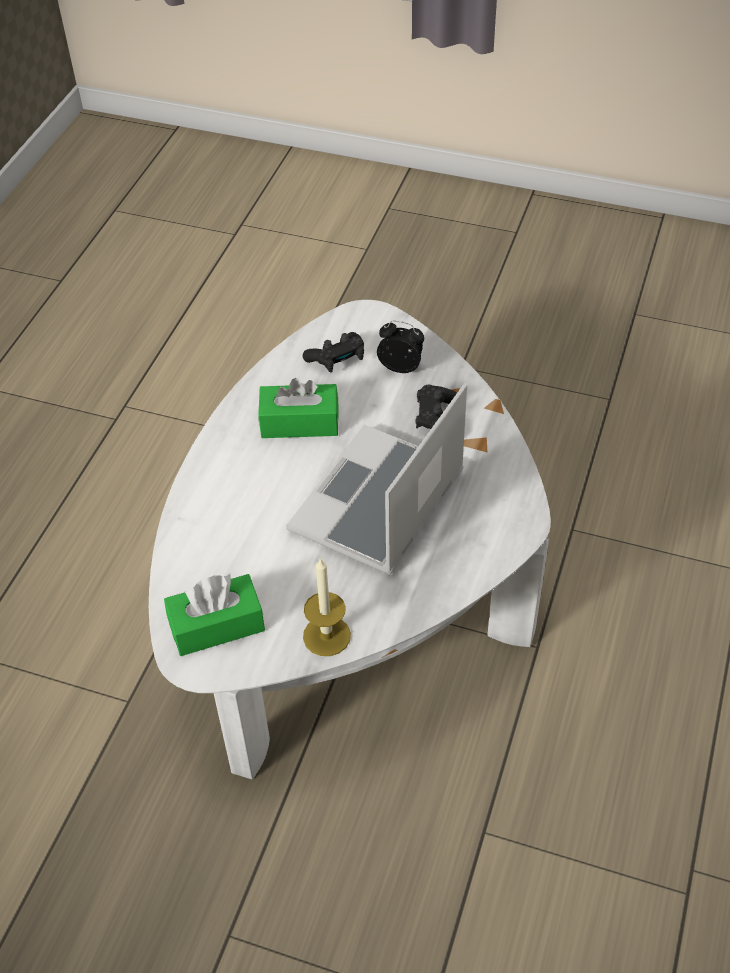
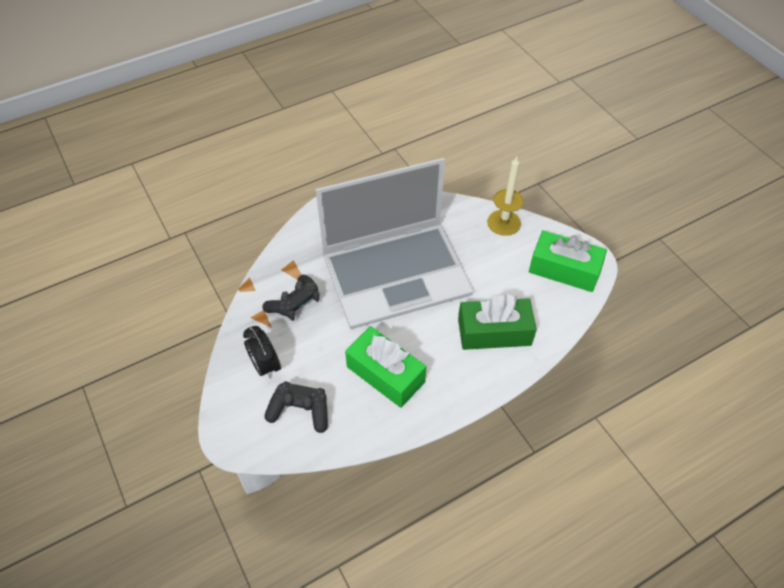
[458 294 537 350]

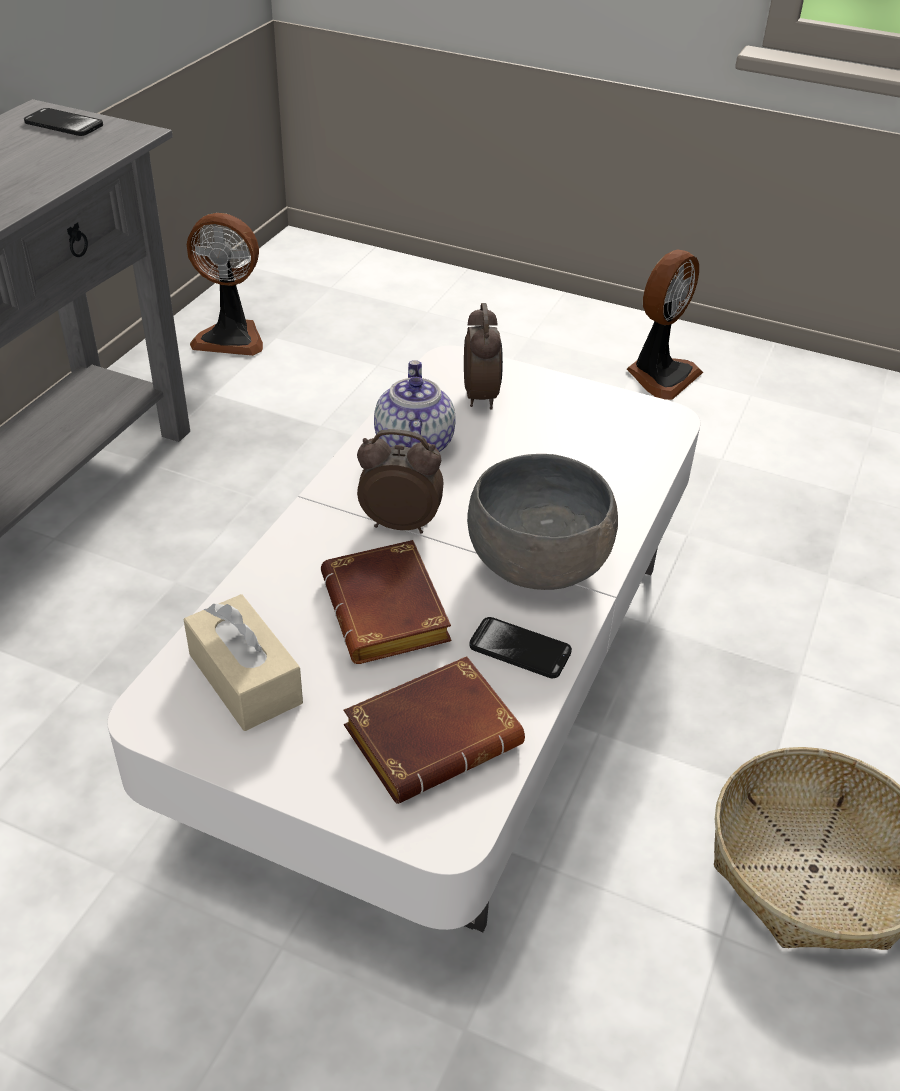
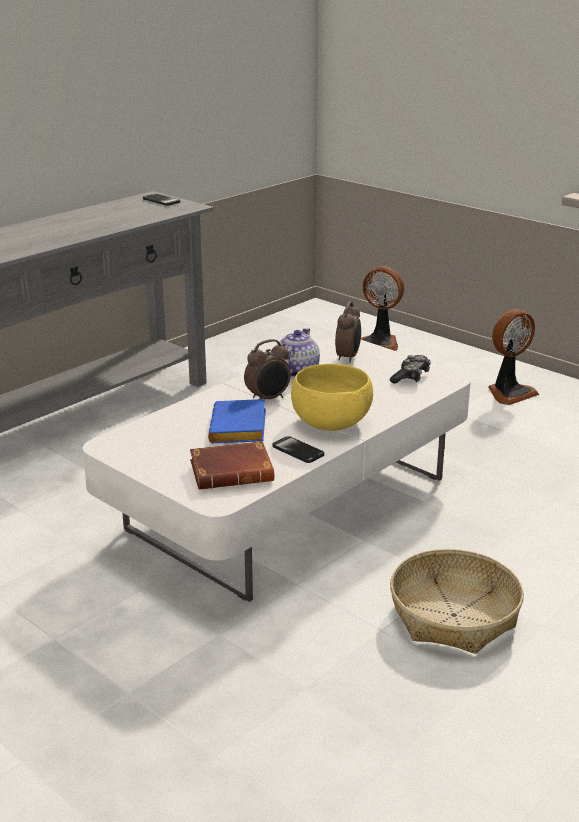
[208 399 266 443]
[244 339 291 399]
[291 364 373 431]
[361 266 404 351]
[390 355 431 384]
[183 594 303 731] (first image)

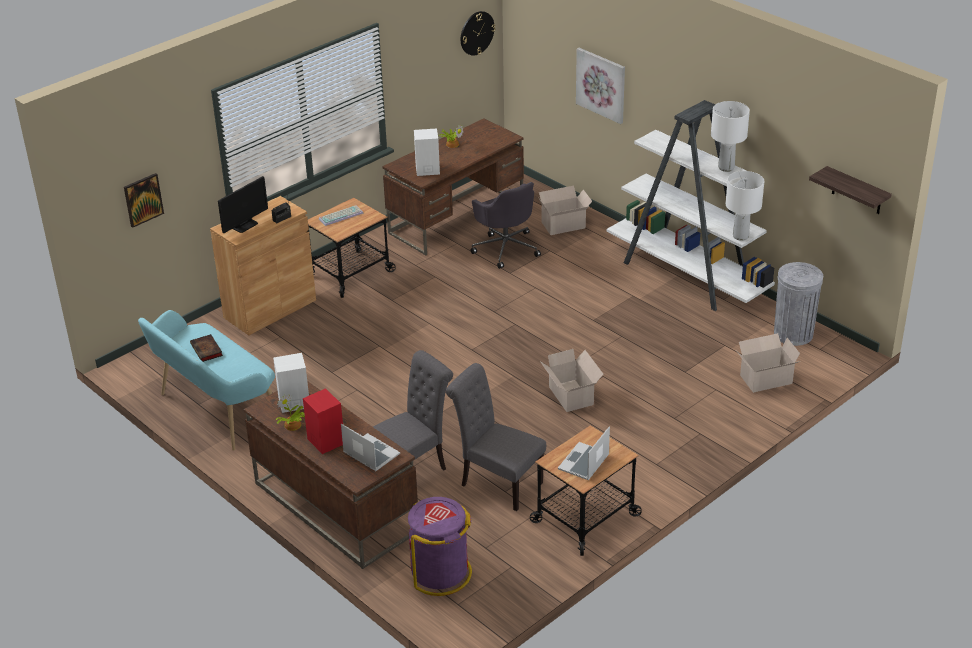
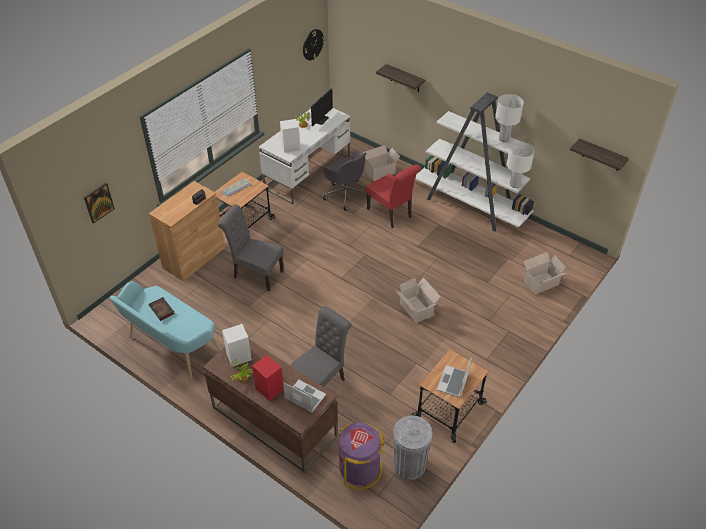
[218 204 284 291]
[259 108 350 204]
[311 88 333 126]
[365 164 421 228]
[376 64 425 92]
[393 416 432 480]

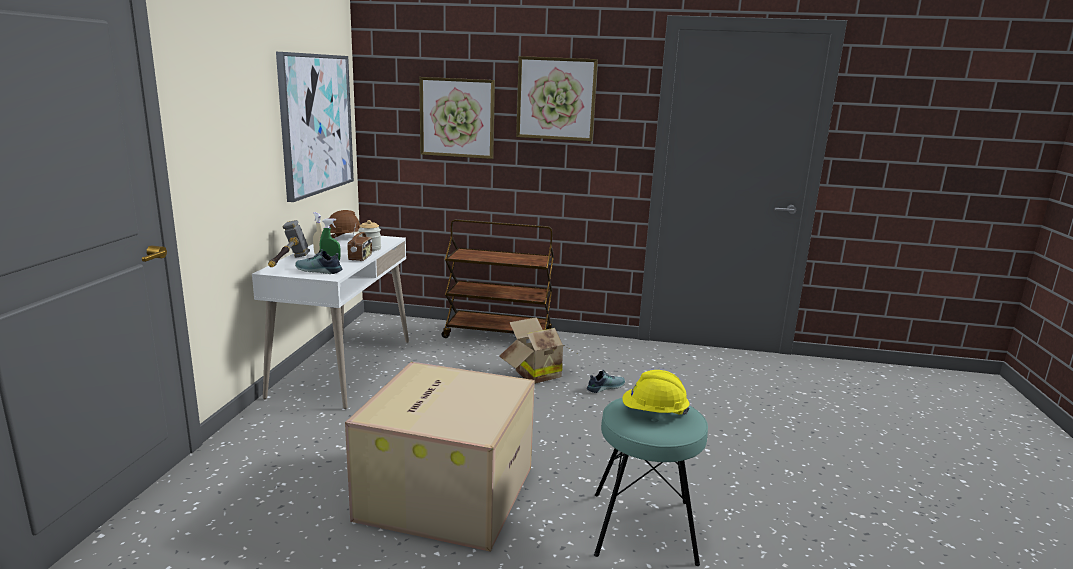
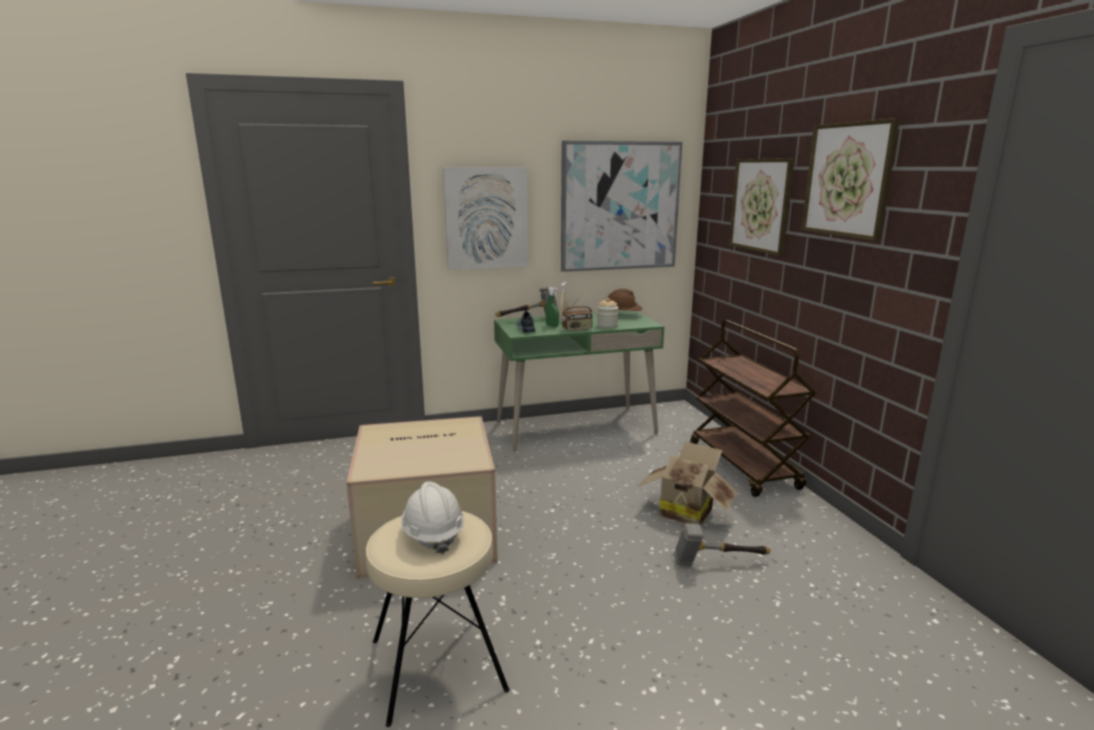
[366 511 510 727]
[402 481 464 554]
[443 167 528 270]
[494 311 664 452]
[674 523 771 566]

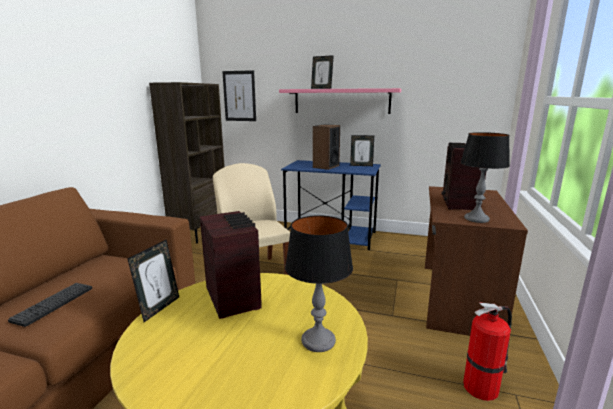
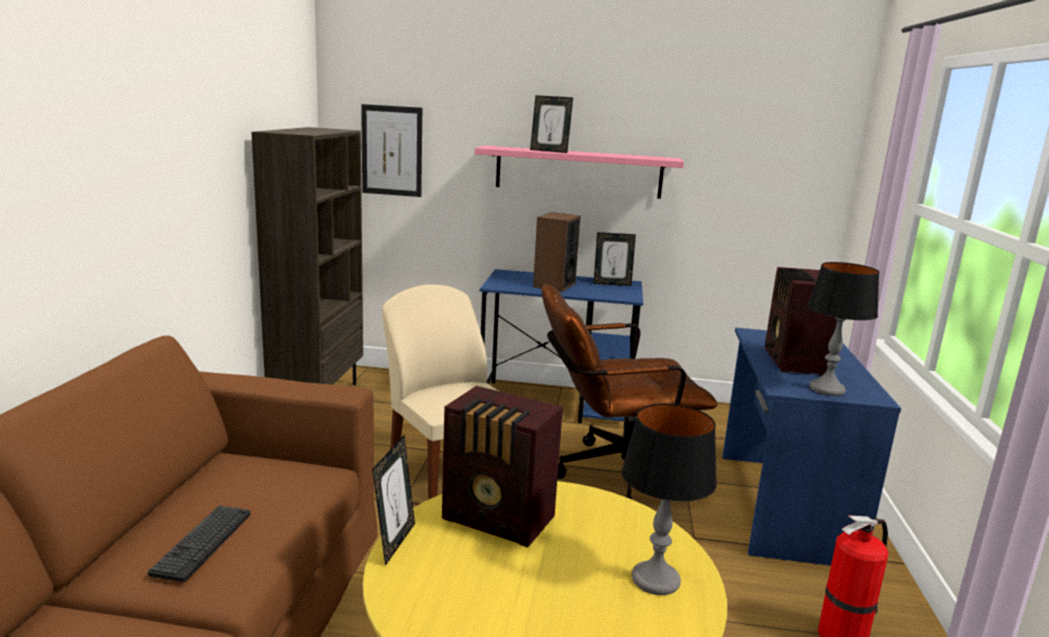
[442 386 563 547]
[541 284 717 499]
[722 328 901 566]

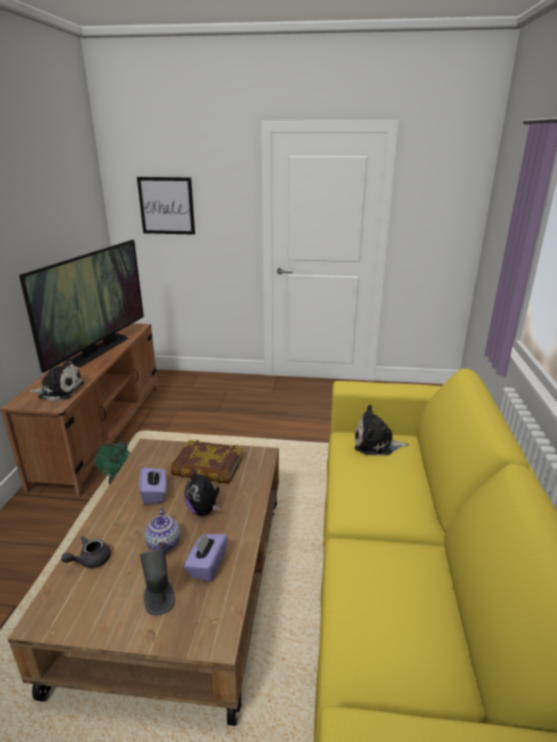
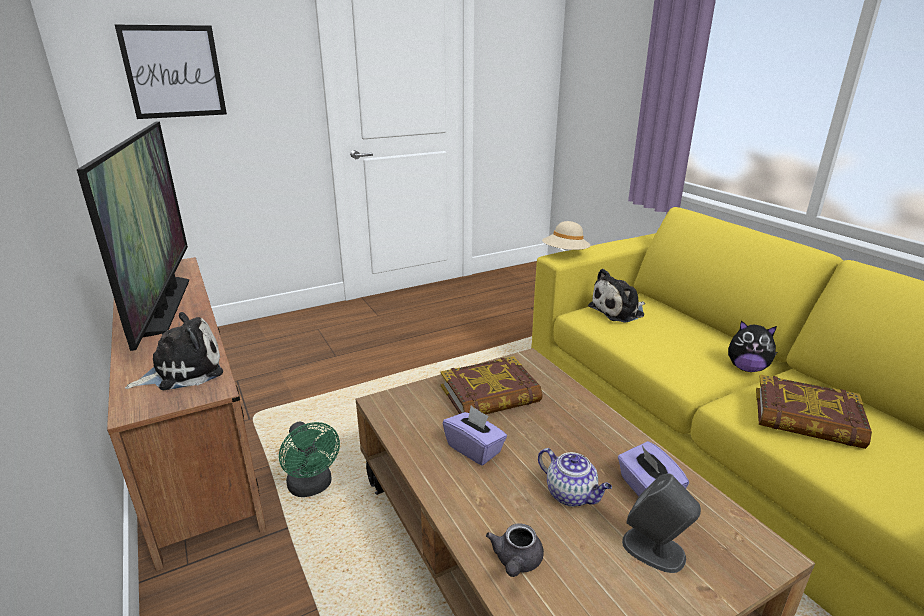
[542 221 591 250]
[728 320 777 372]
[756 374 872 449]

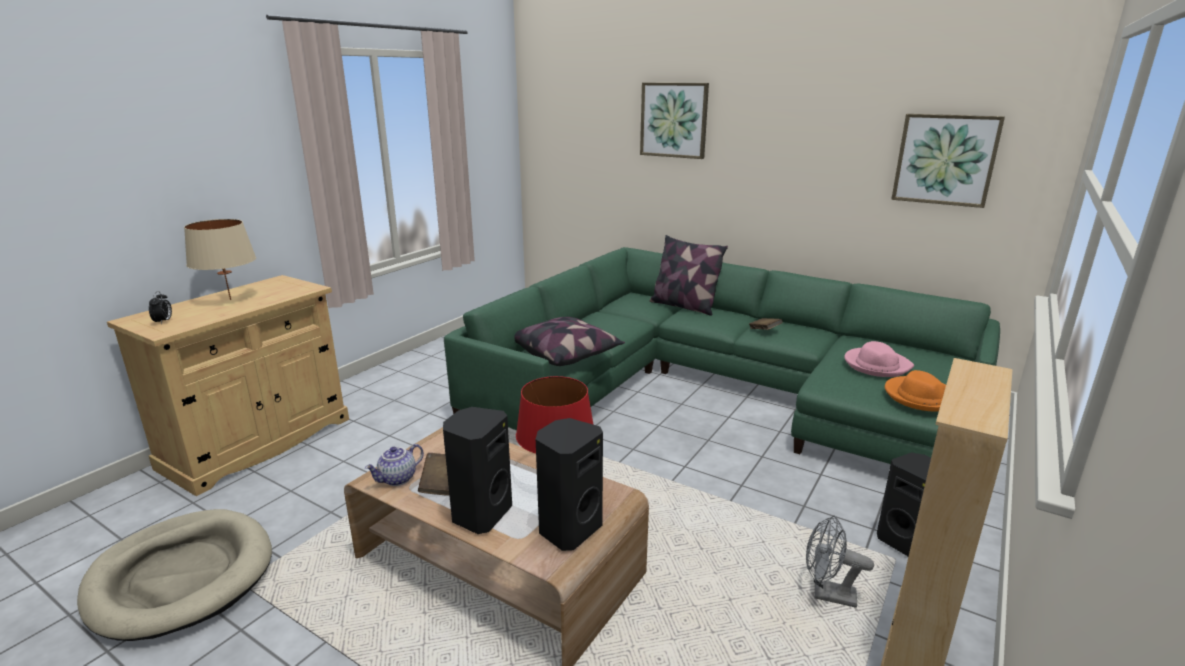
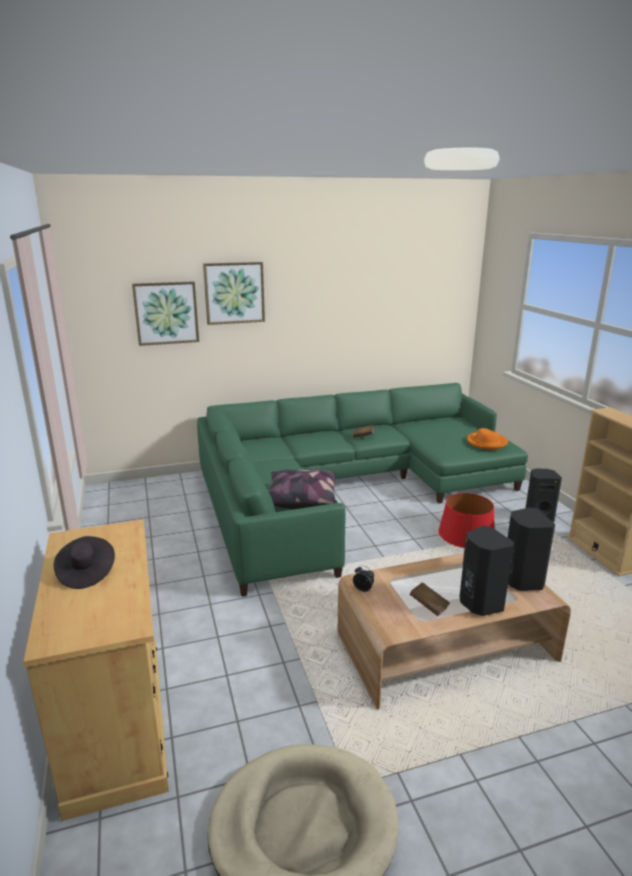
[54 536 115 589]
[132 281 199 346]
[353 565 374 592]
[365 444 424 486] (first image)
[650 235 728 316] (first image)
[806 515 874 608] (first image)
[844 341 914 377] (first image)

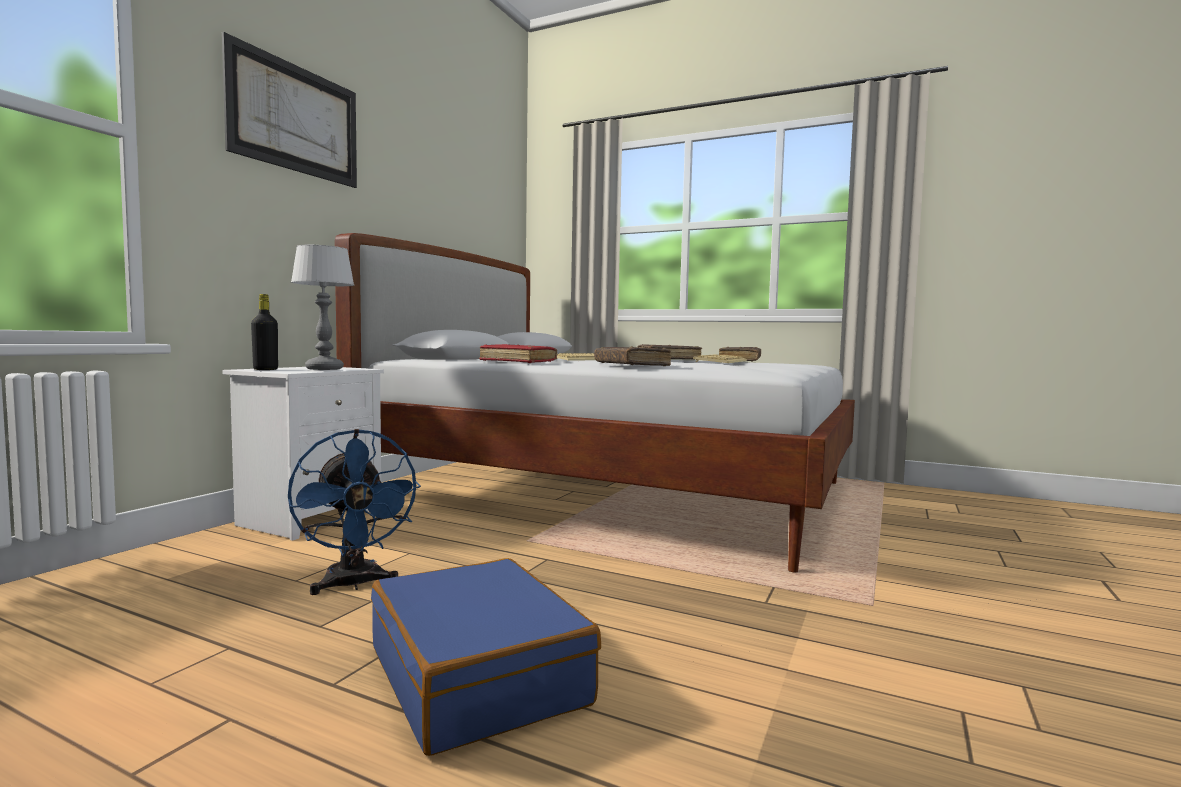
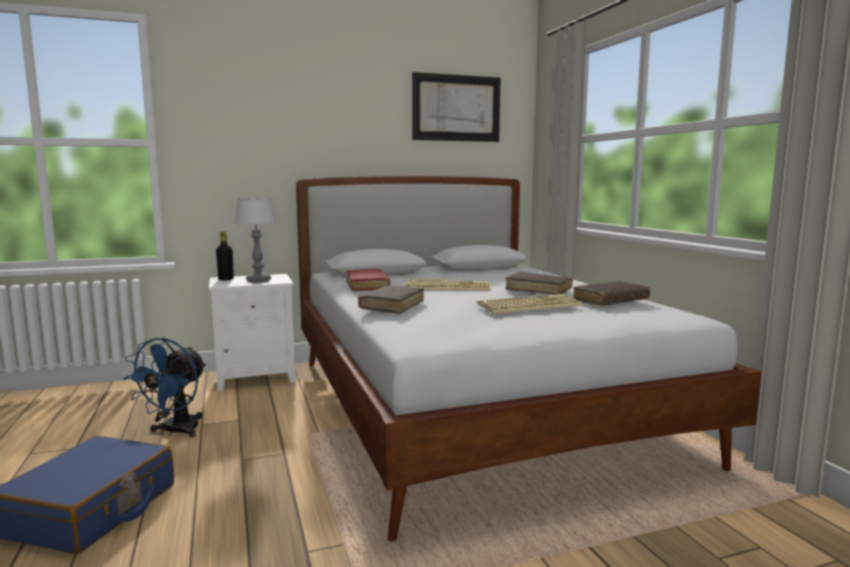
[412 72 501 142]

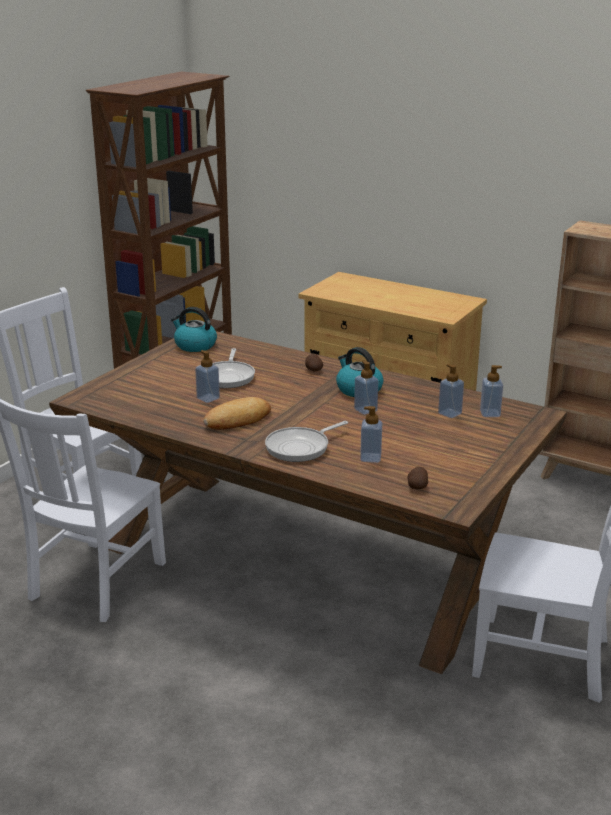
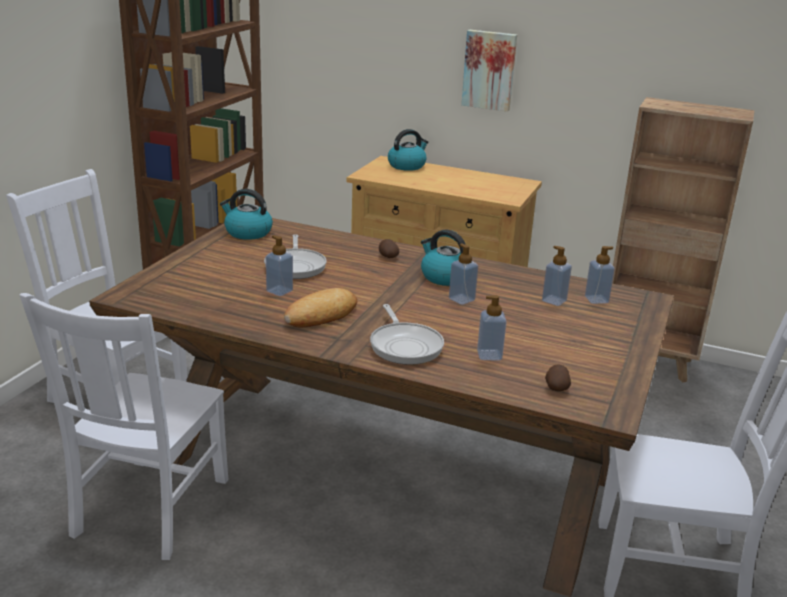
[370 304 444 365]
[388 129 428 171]
[461 30 517 112]

